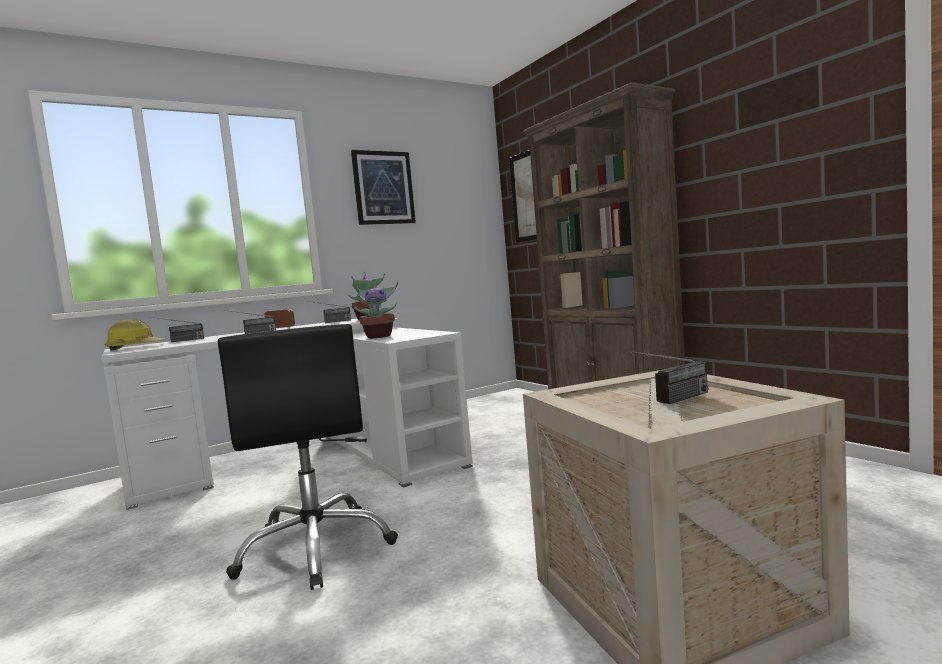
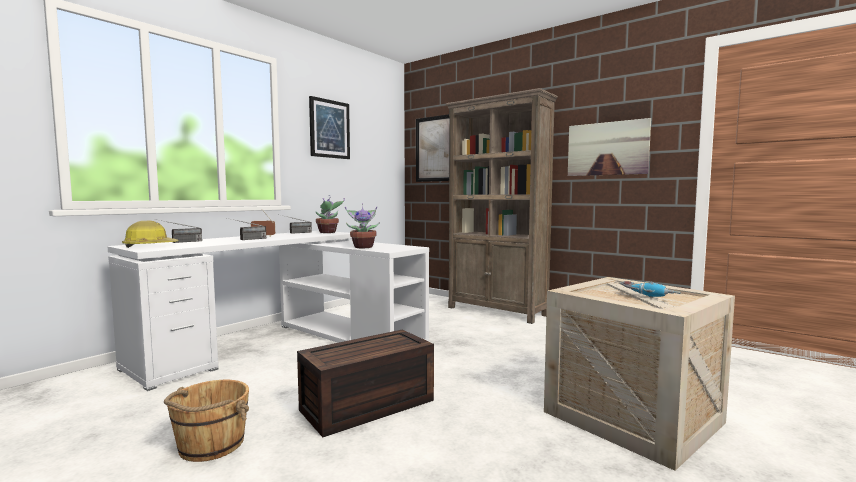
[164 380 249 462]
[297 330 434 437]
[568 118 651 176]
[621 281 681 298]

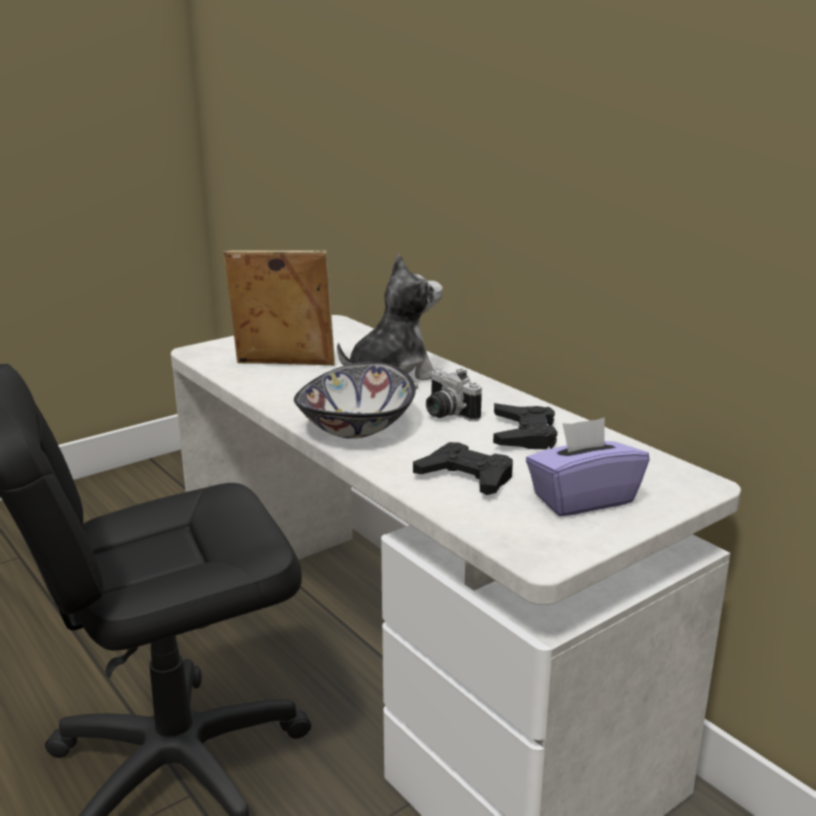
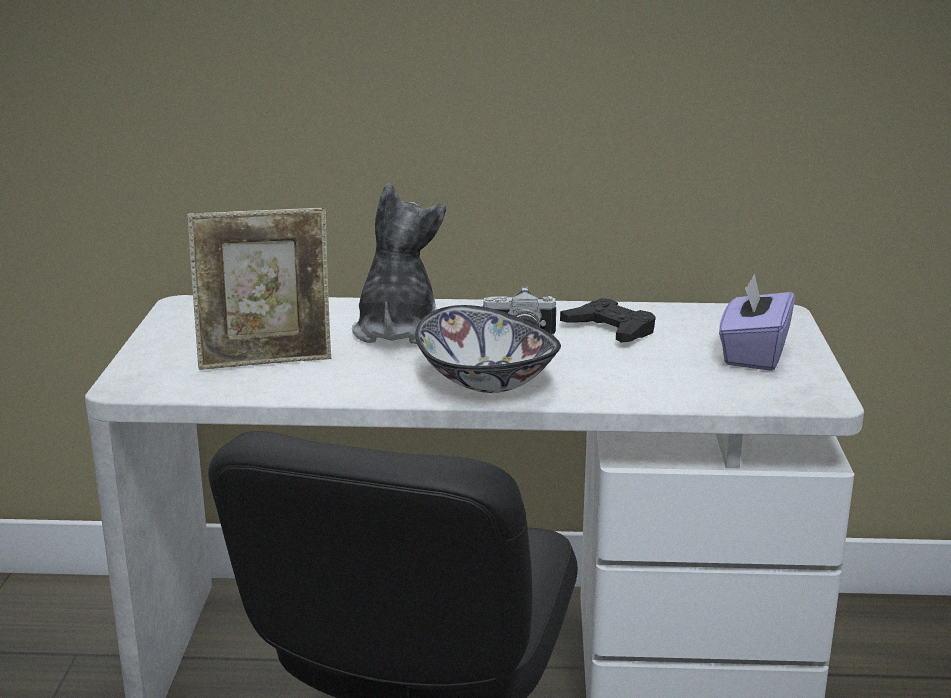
[187 208 331 370]
[413 442 513 495] (first image)

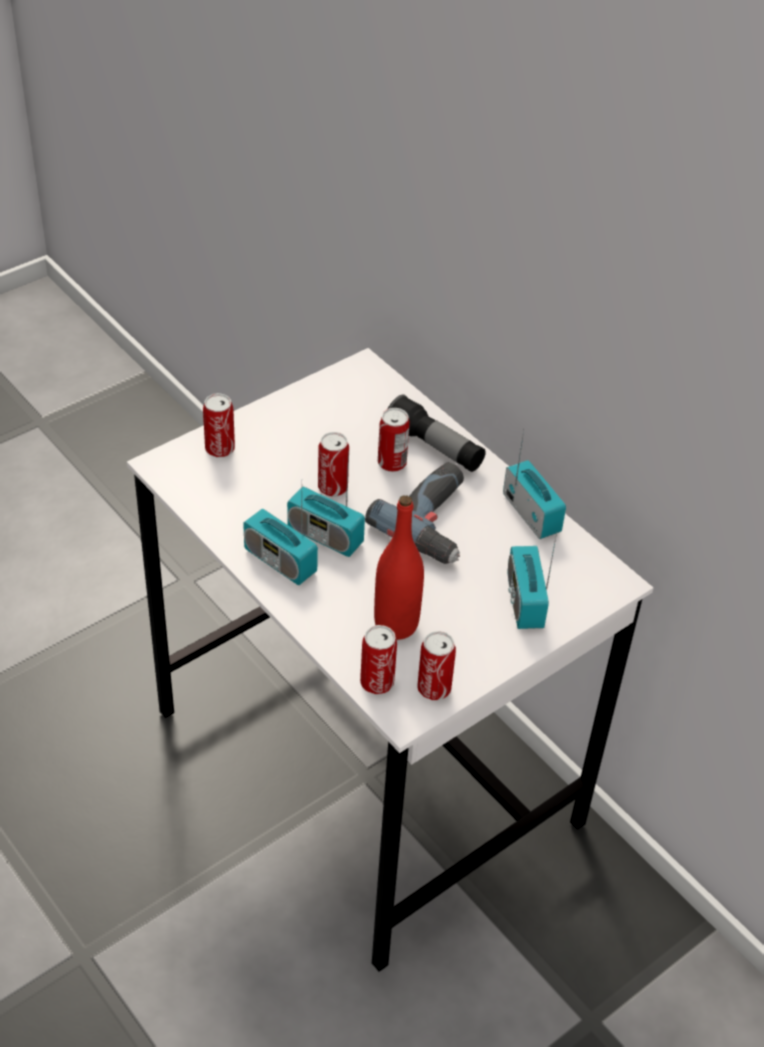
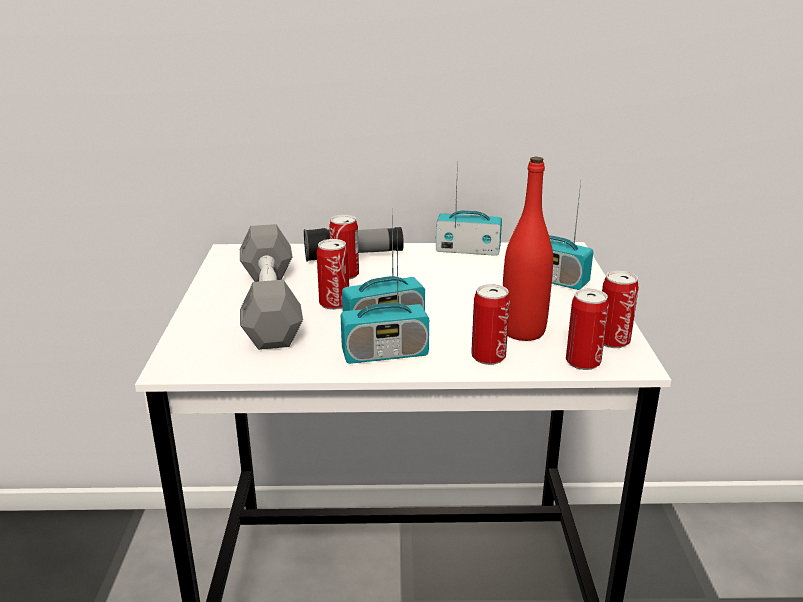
[240 224 303 350]
[471 284 510 365]
[365 462 464 564] (first image)

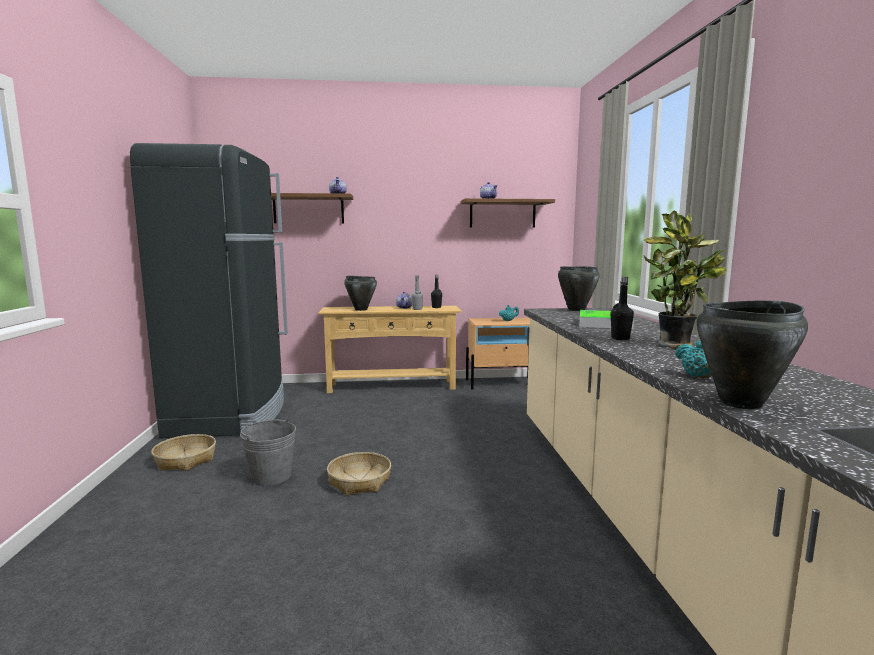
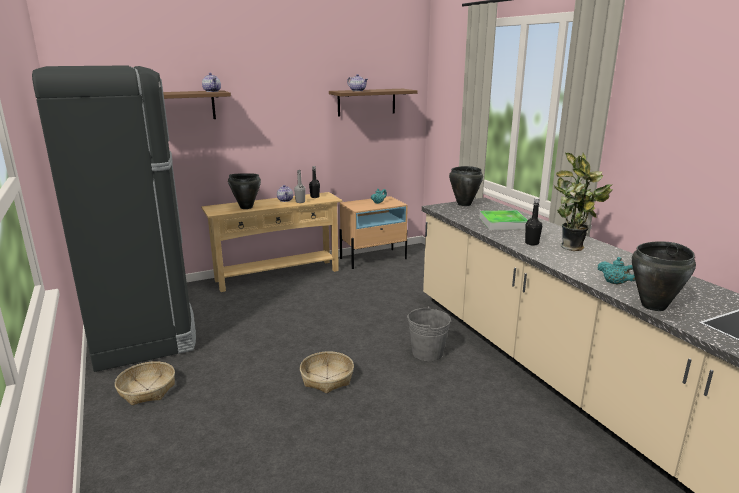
[407 306 451 361]

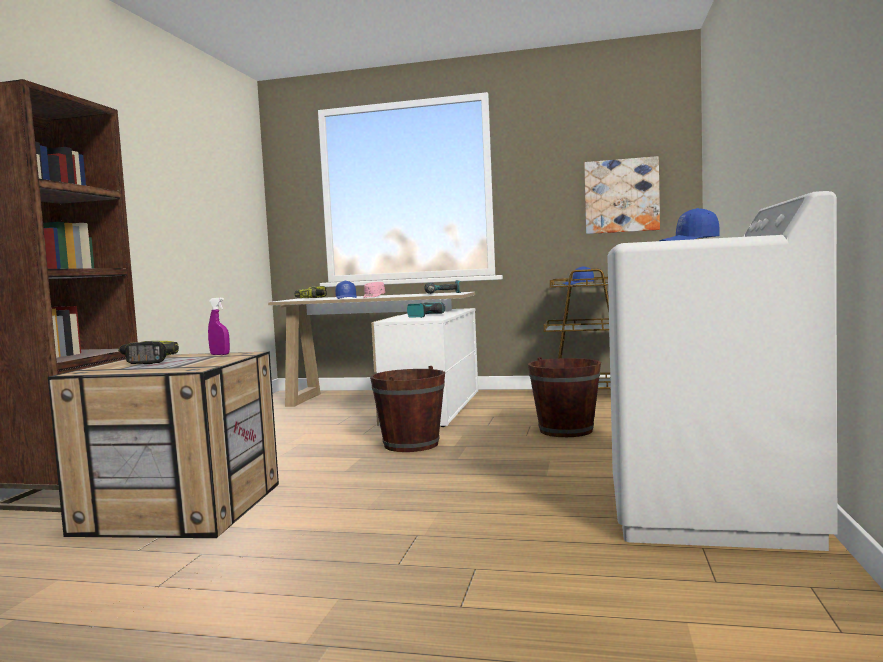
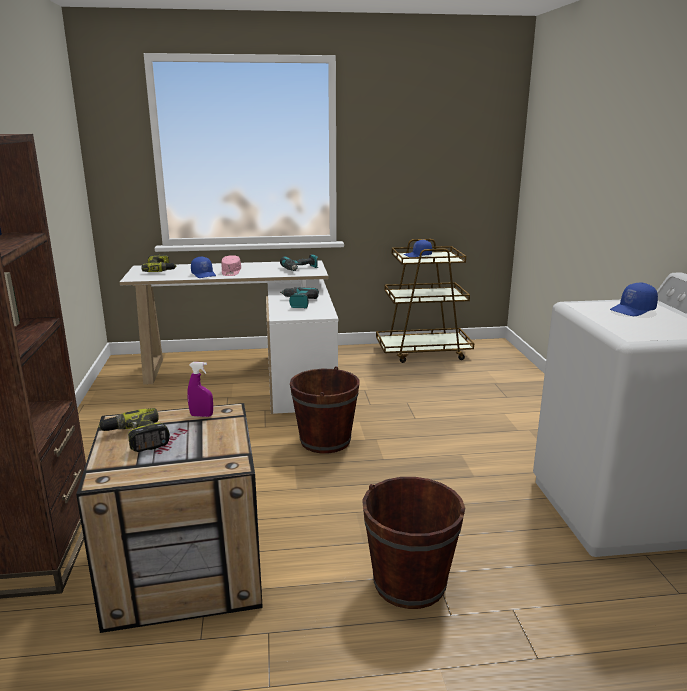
[362 477 465 609]
[584 156 660 234] (first image)

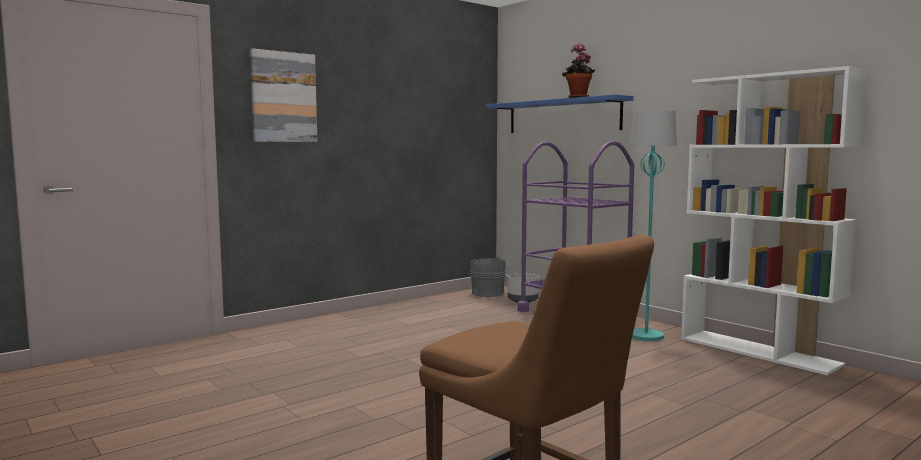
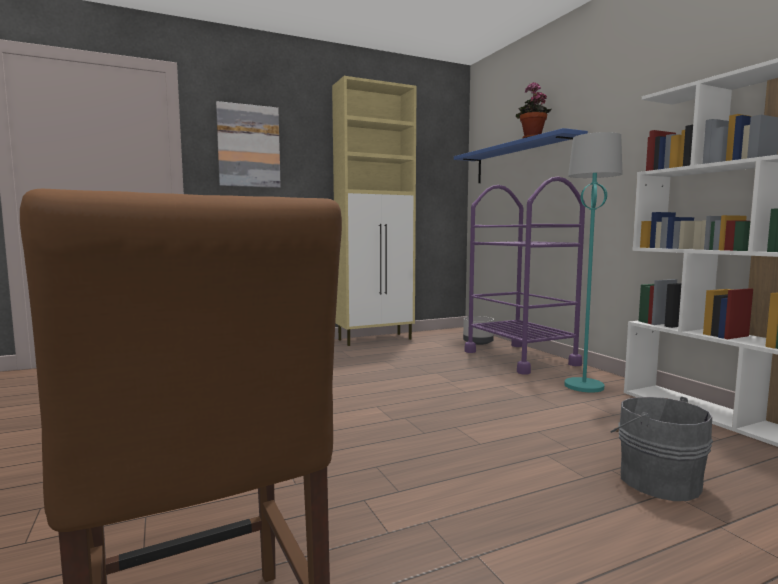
[332 76 417 346]
[610 397 713 501]

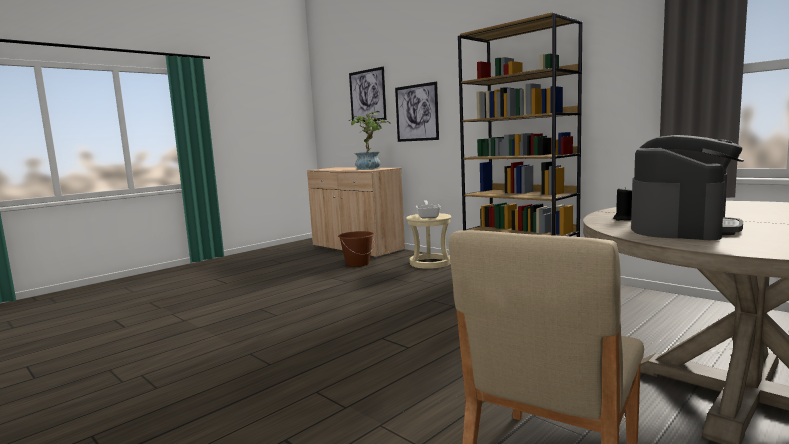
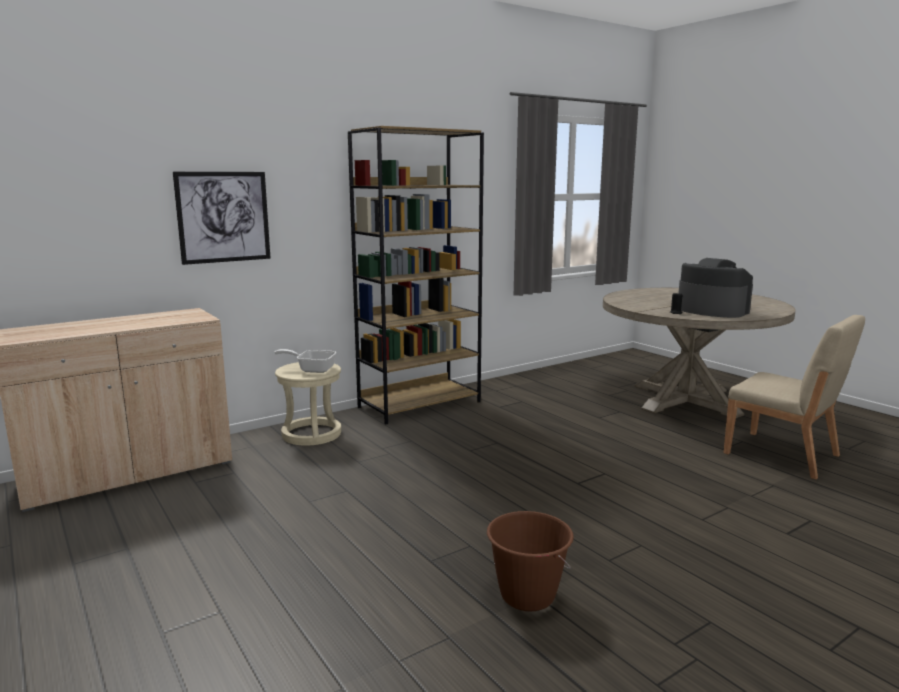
[487 511 574 611]
[349 67 387 123] (first image)
[349 111 391 170] (first image)

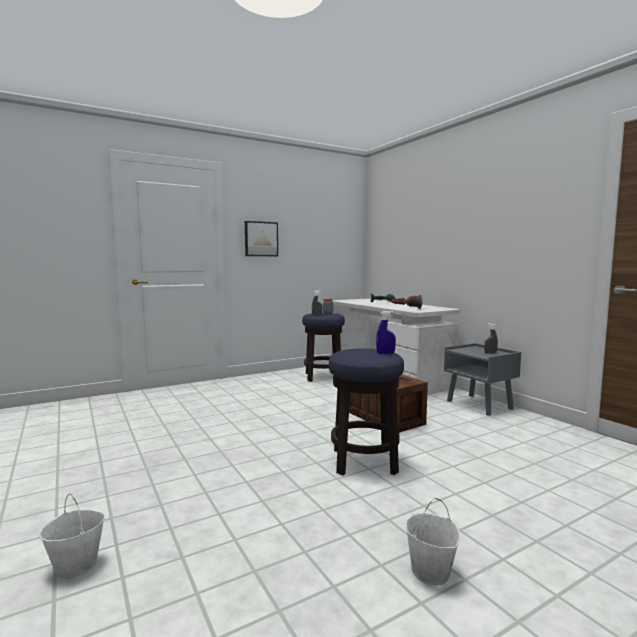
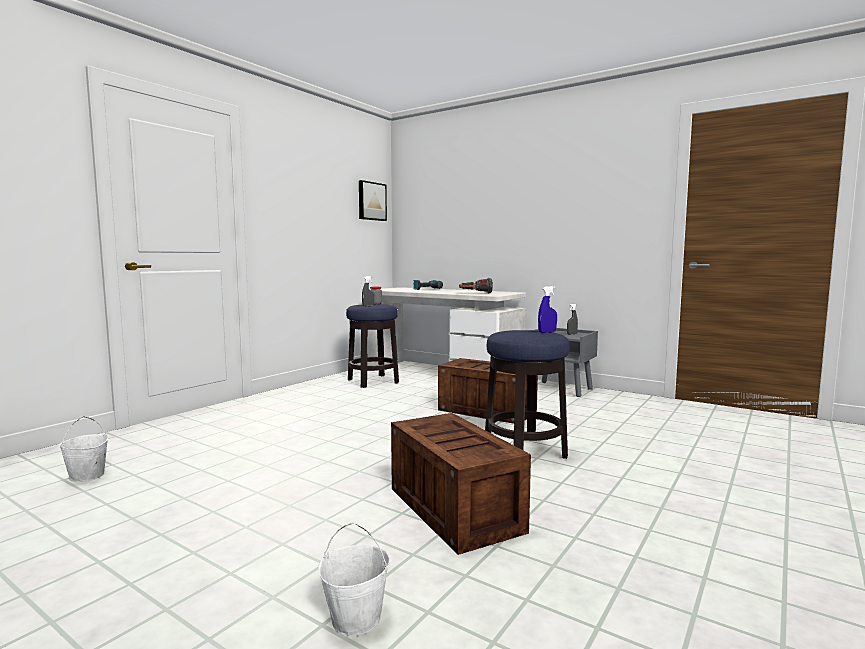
[59 416 108 482]
[359 180 387 221]
[391 413 531 555]

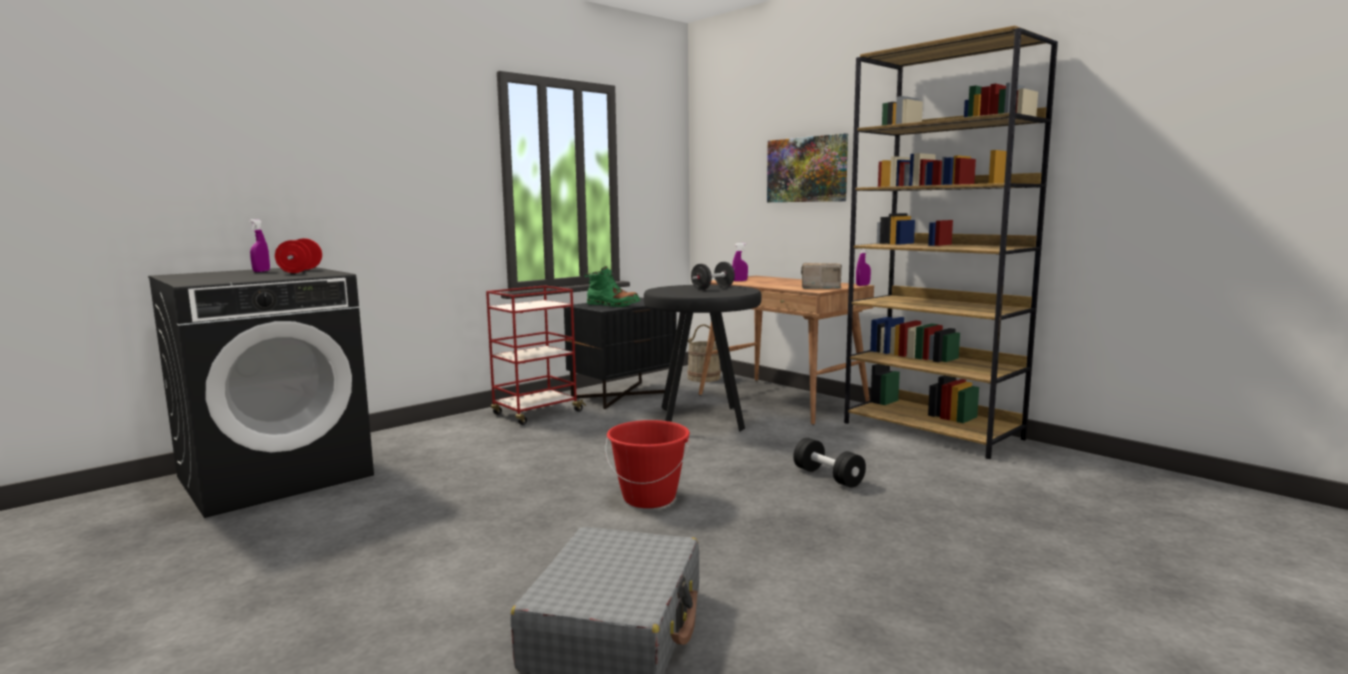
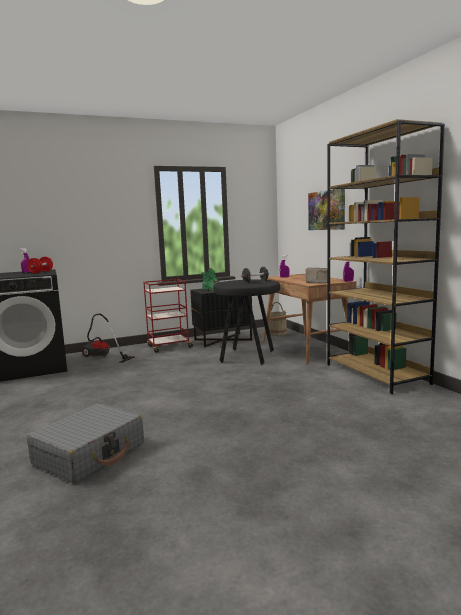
[81 314 135 363]
[605 420 690 508] (first image)
[793 438 866 488] (first image)

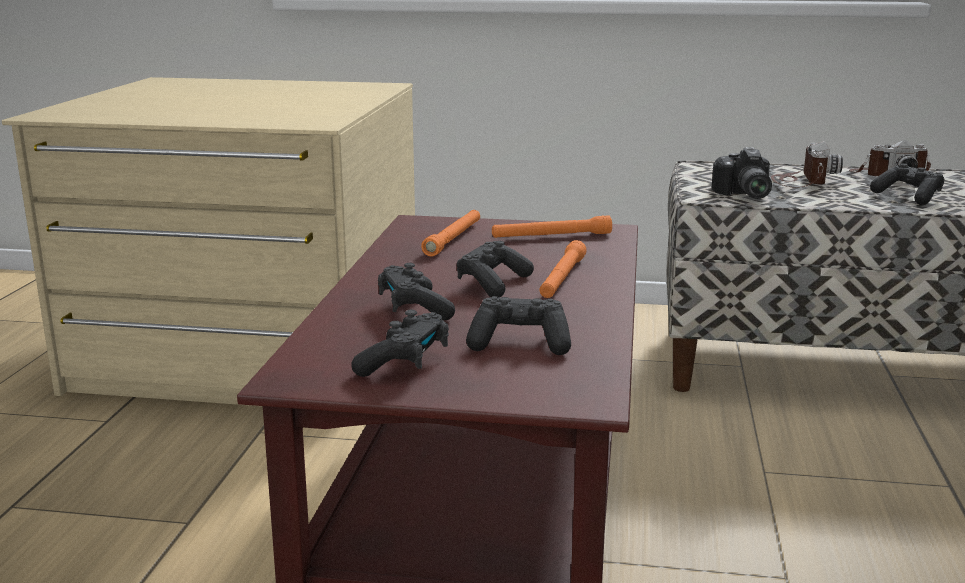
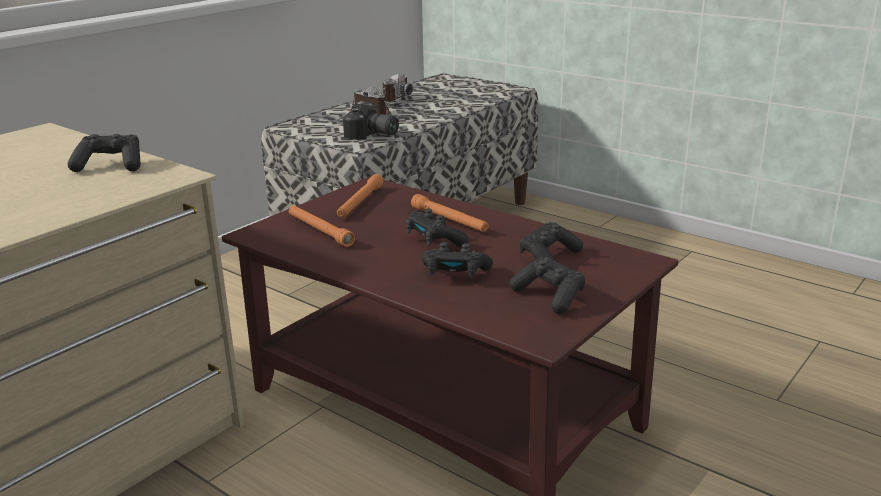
[67 134 141 172]

